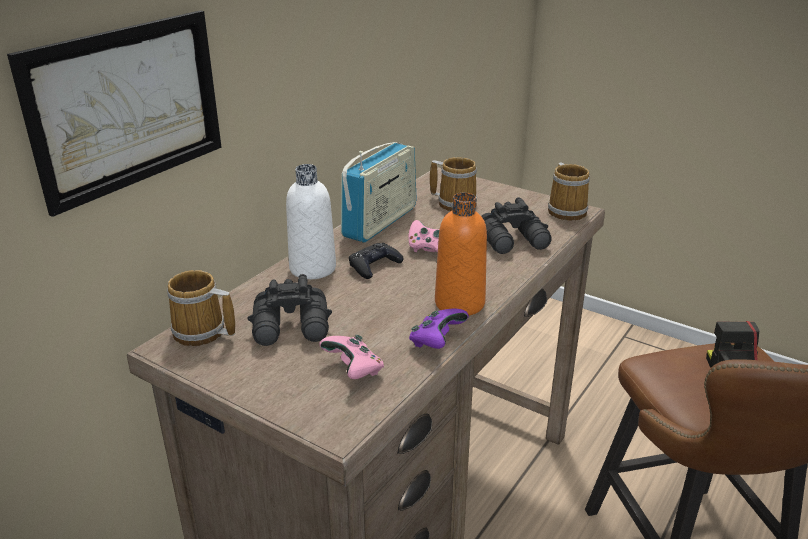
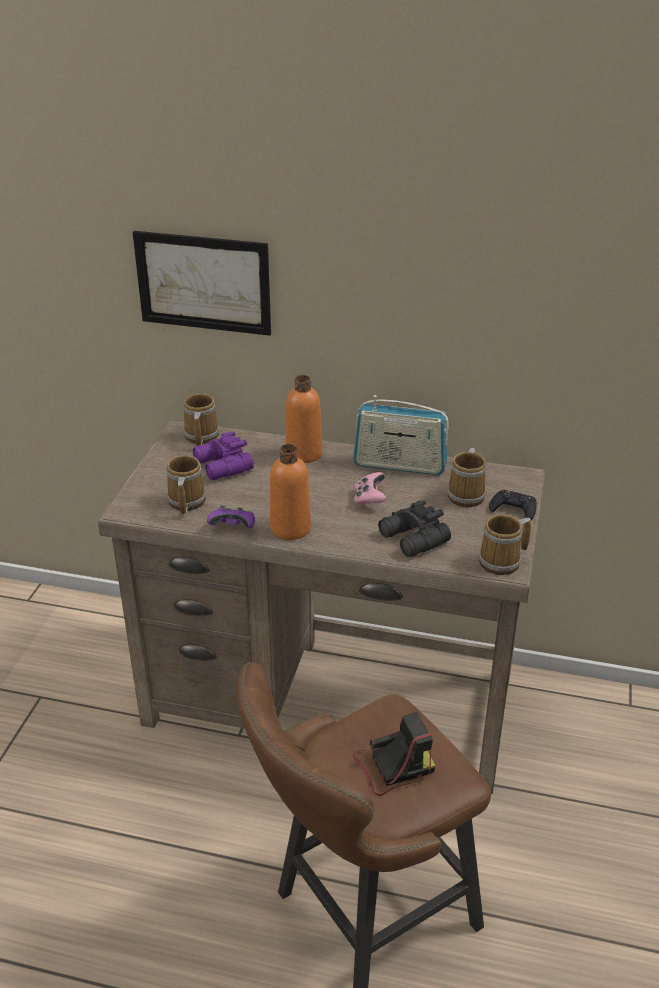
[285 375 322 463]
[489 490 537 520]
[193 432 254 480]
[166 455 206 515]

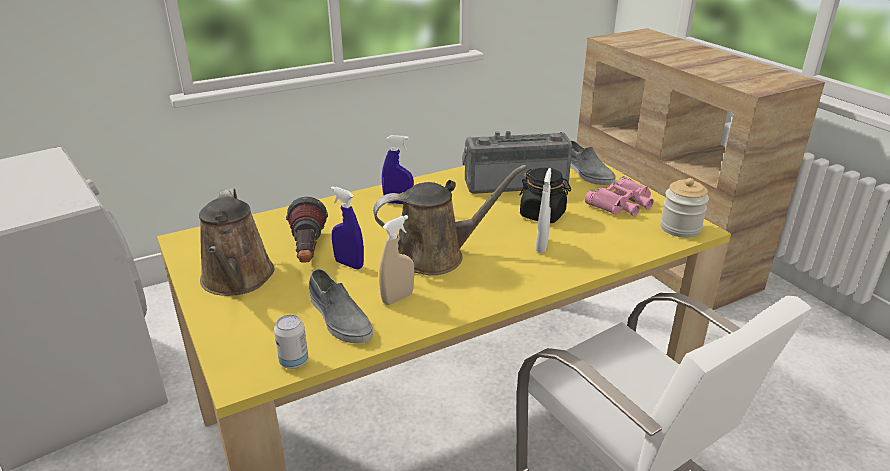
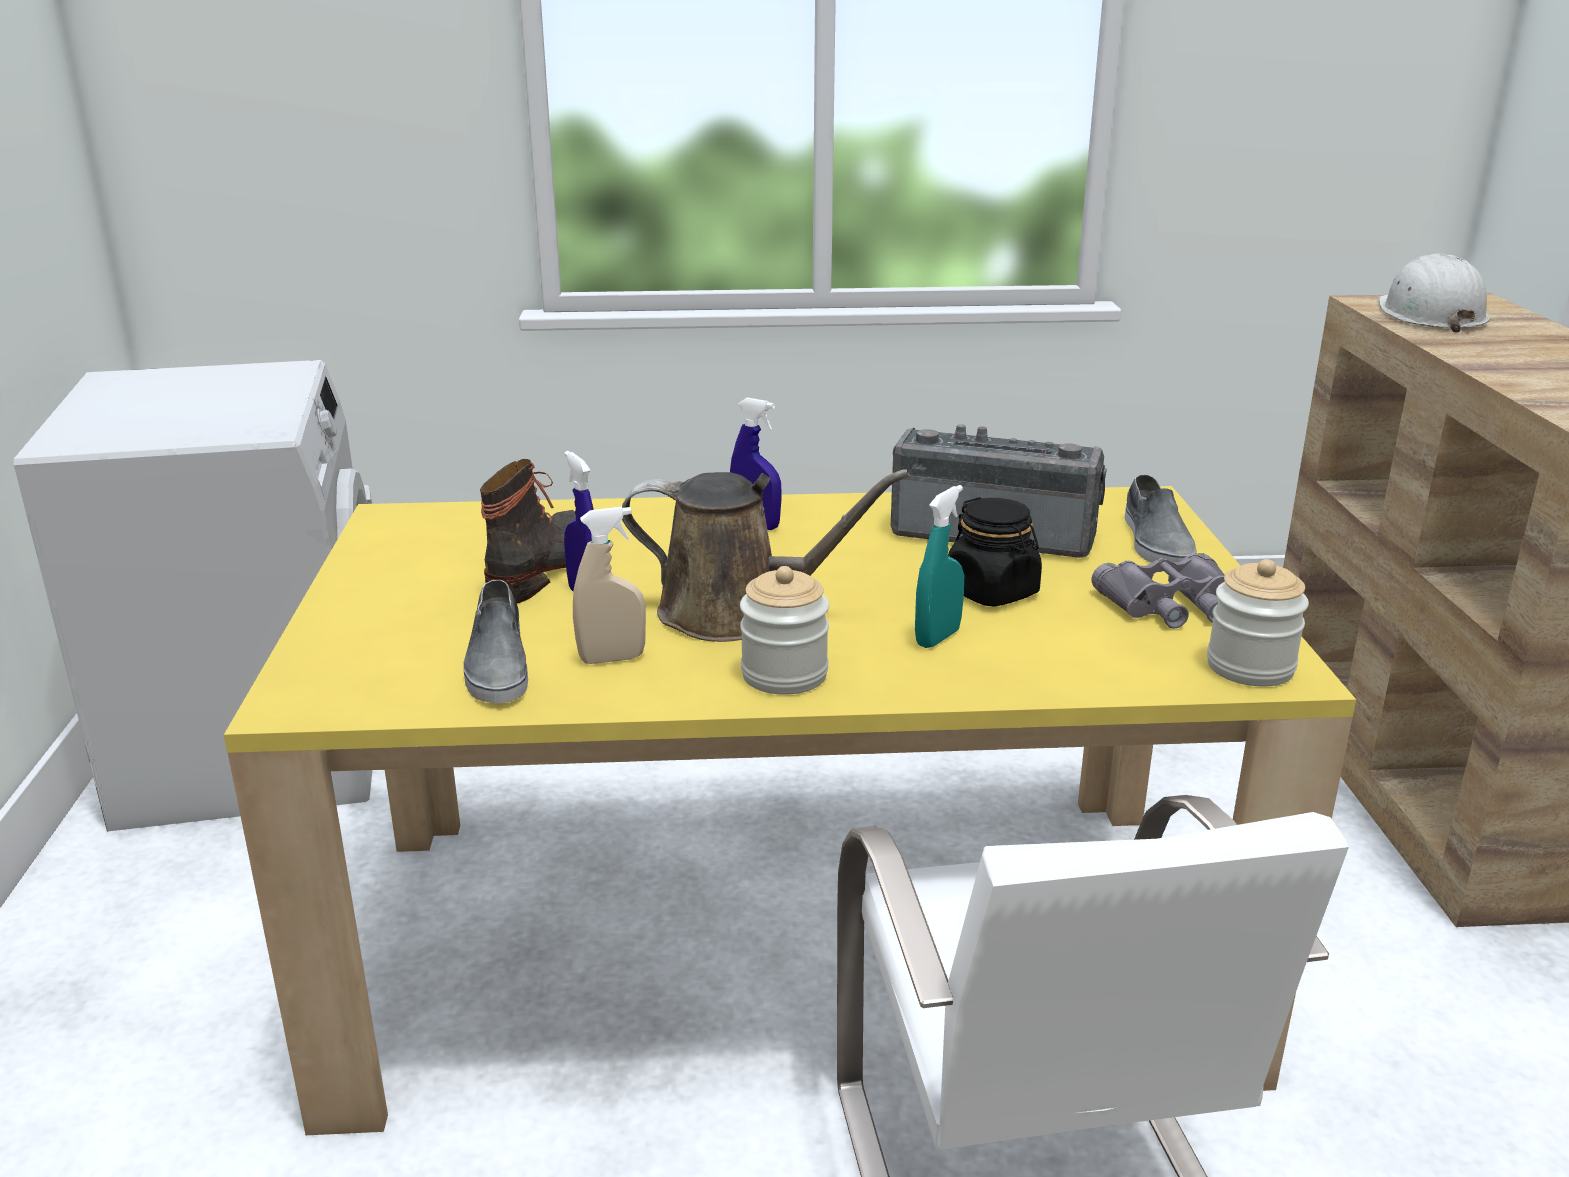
[915 485 964 648]
[1091 553 1225 628]
[199 188 275 296] (first image)
[480 459 576 603]
[274 315 308 369] (first image)
[1379 253 1490 333]
[740 566 829 695]

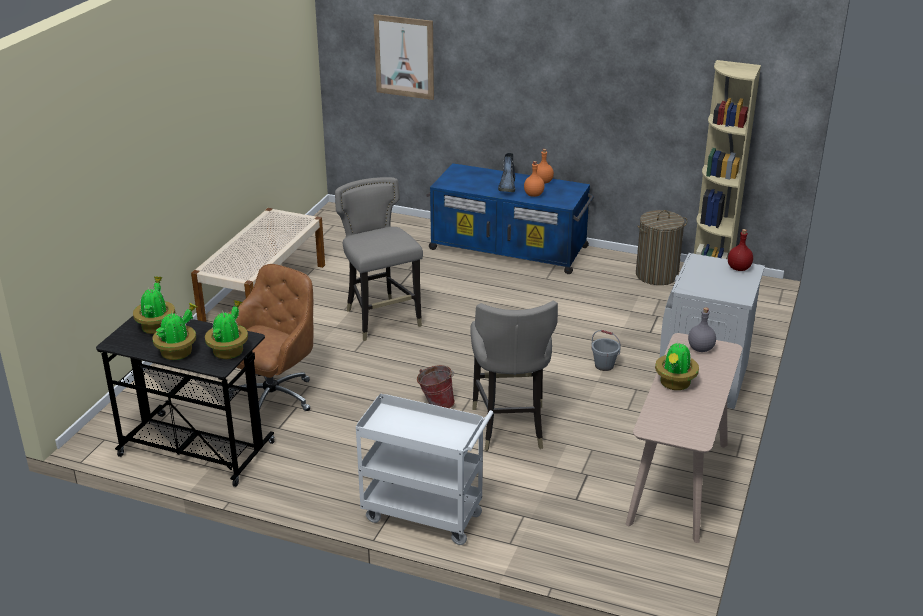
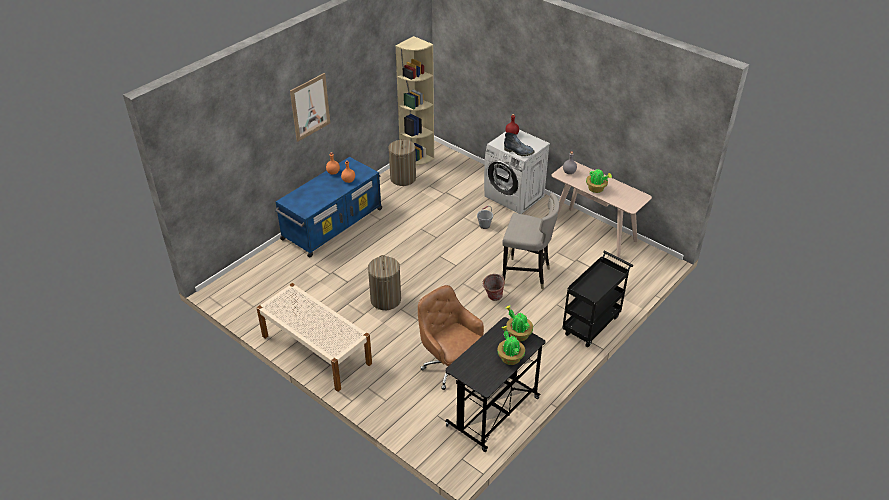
[290 73 330 142]
[504 132 535 156]
[368 255 401 310]
[133 276 175 334] (first image)
[562 251 633 347]

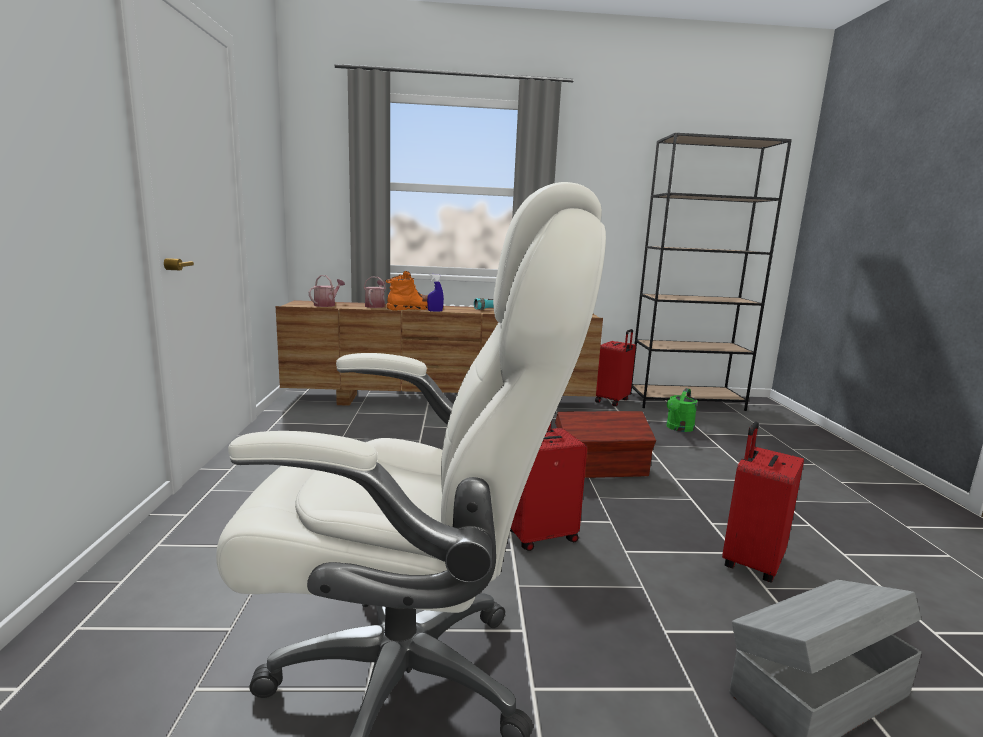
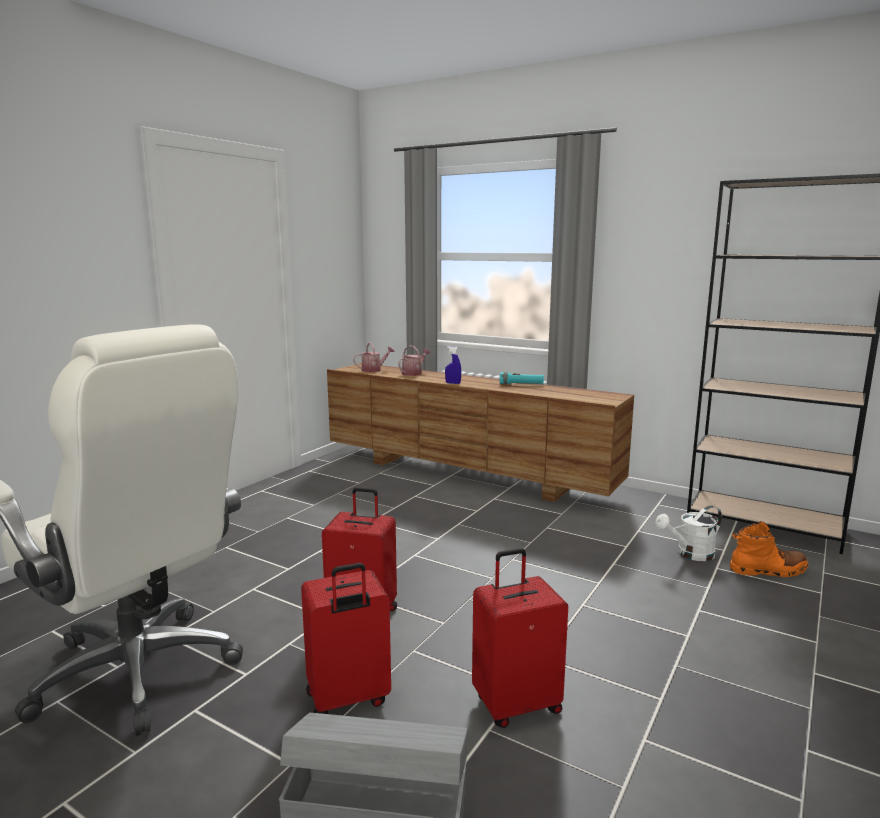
[730 521 808 577]
[301 563 391 714]
[655 505 722 561]
[555 411 656 478] (first image)

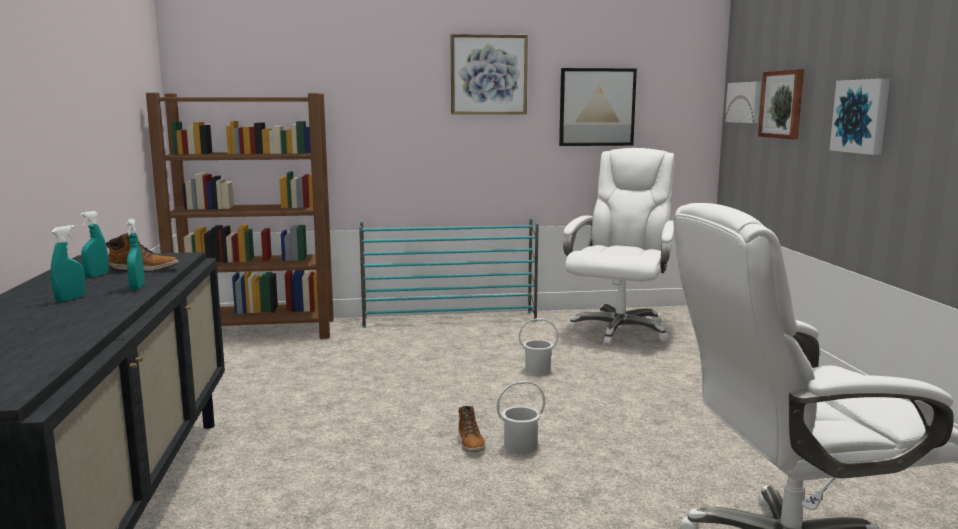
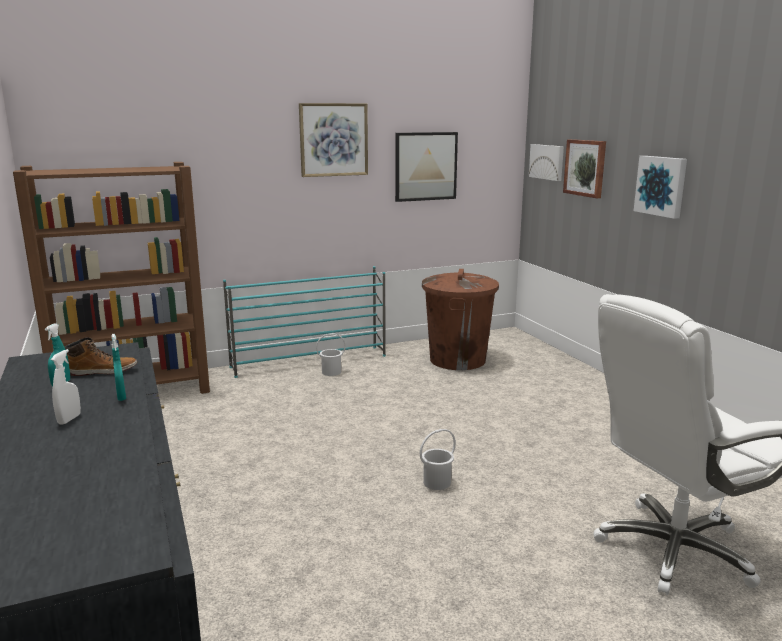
[422 269 499 370]
[51 349 81 425]
[316 333 346 376]
[459 406 485 452] (first image)

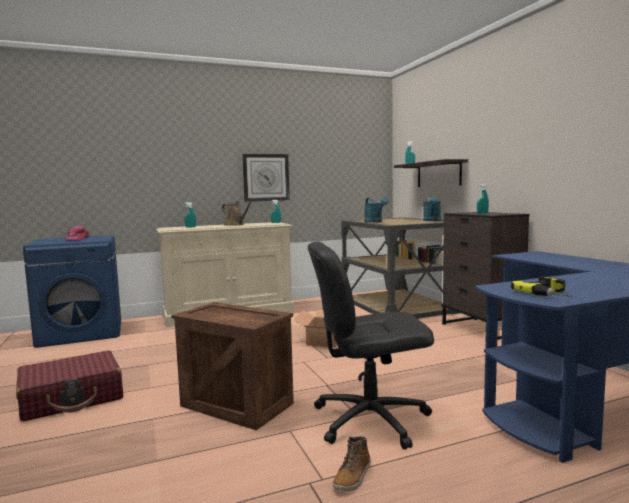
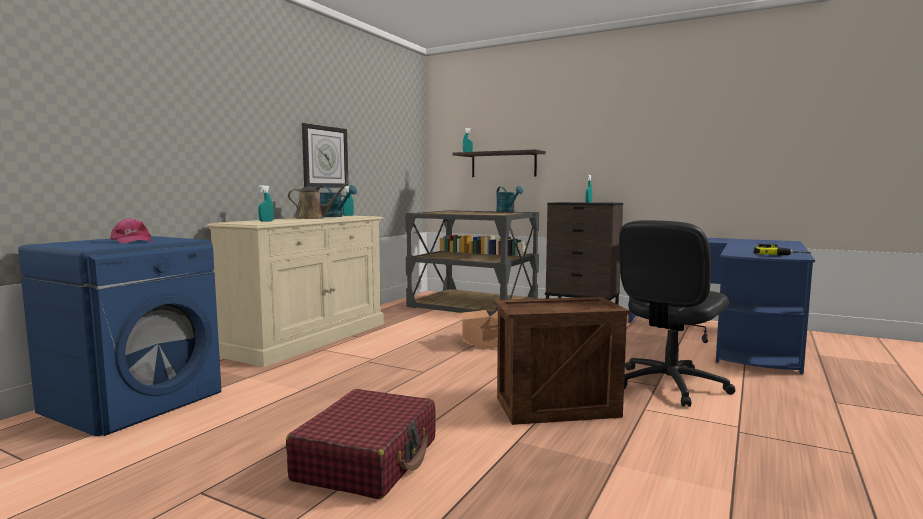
[318 185 357 217]
[333 437 371 491] (first image)

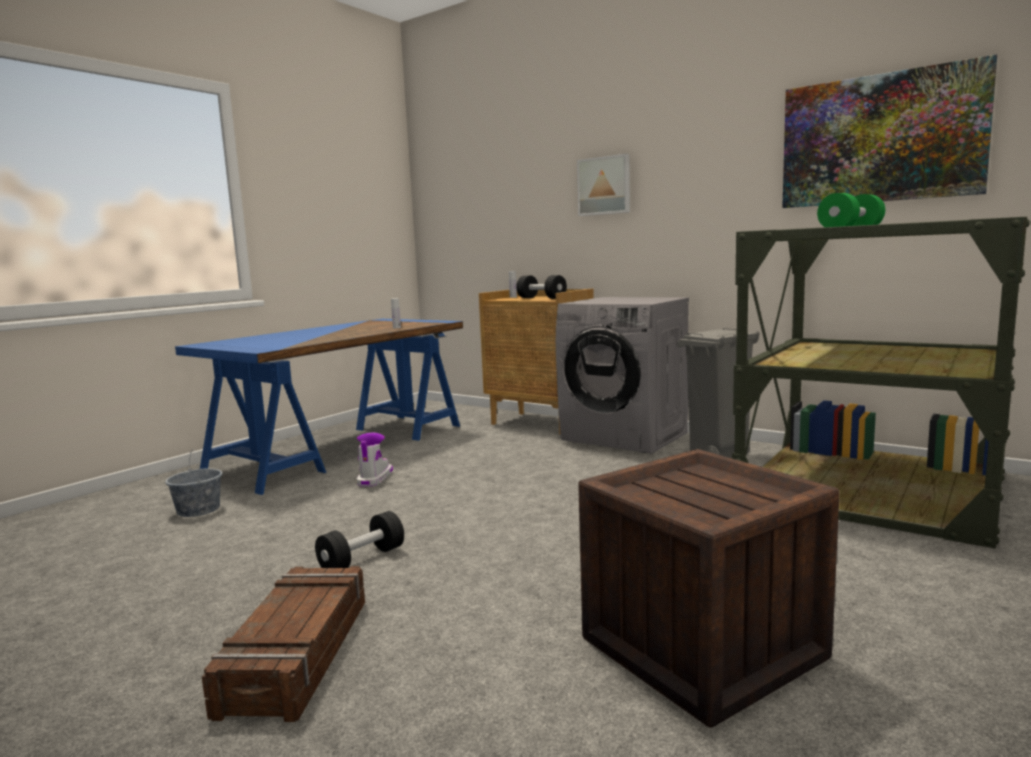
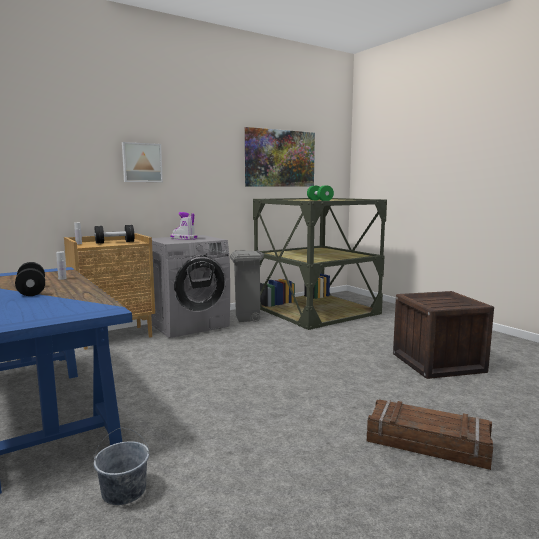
[170 212 197 240]
[15 262 45 296]

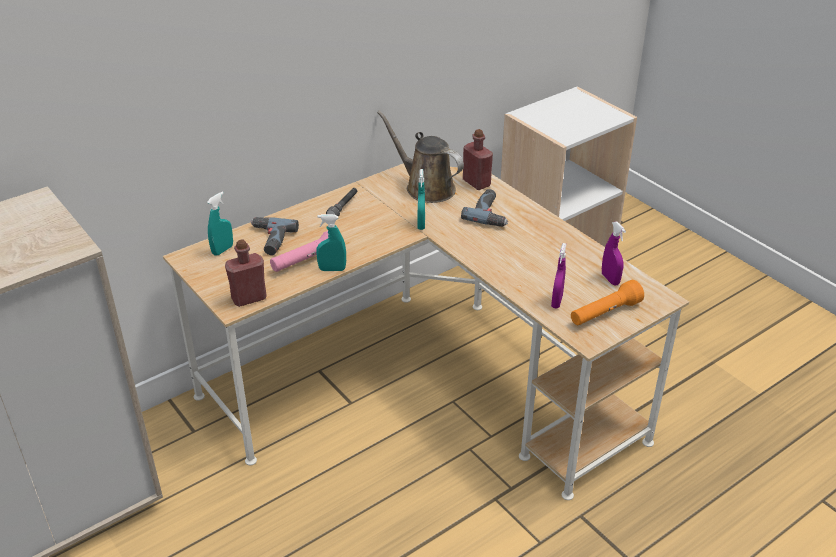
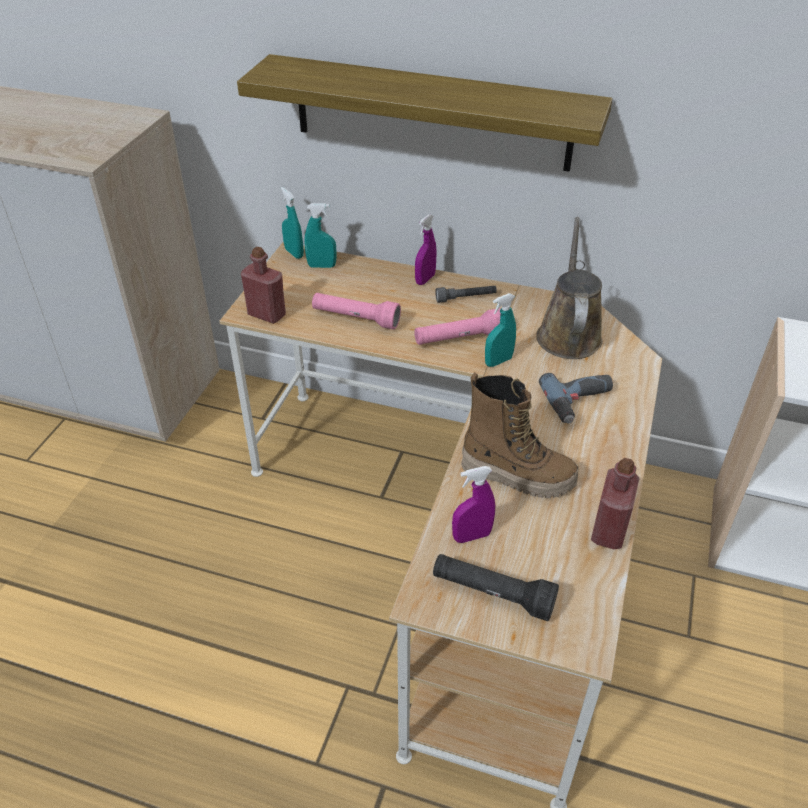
[591 458 639 549]
[281 187 304 259]
[251 217 299 255] (first image)
[415 214 437 285]
[433 554 559 621]
[237 54 613 172]
[414 308 501 345]
[461 372 579 498]

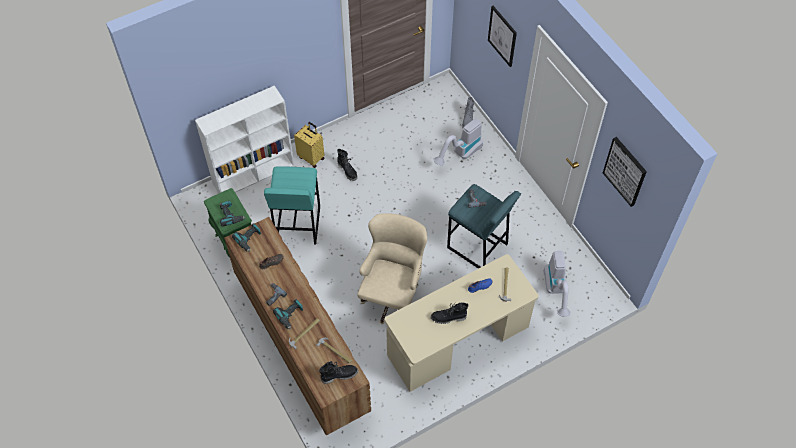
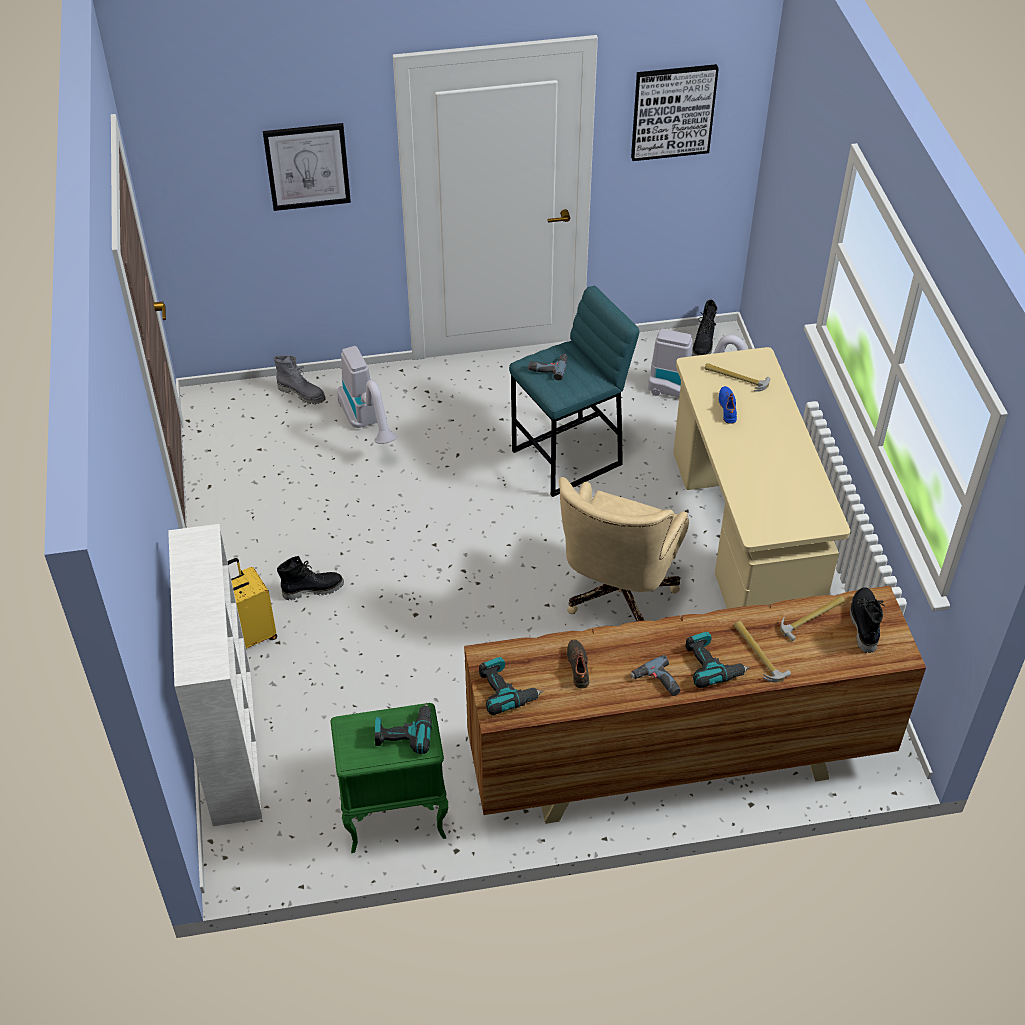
[264 166 320 244] (first image)
[559 477 689 621]
[692 300 717 356]

